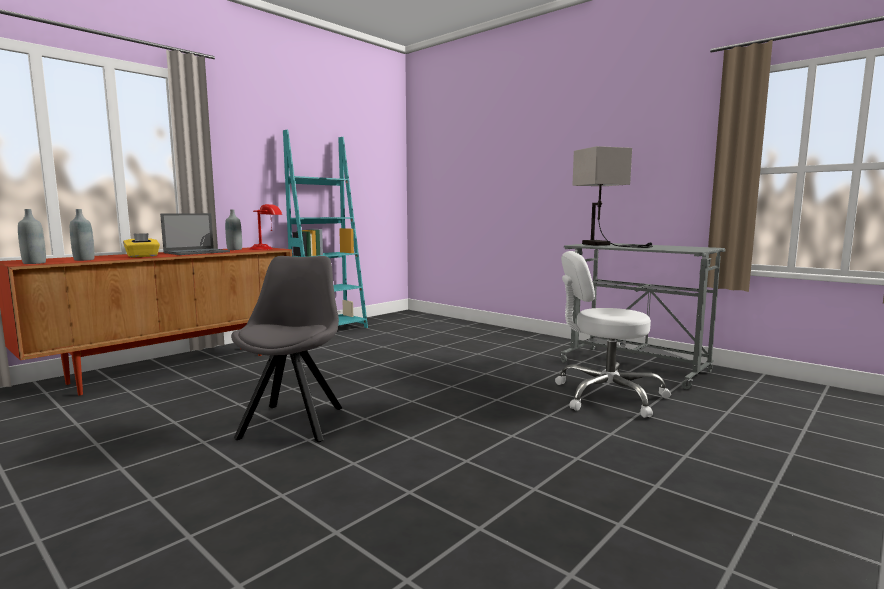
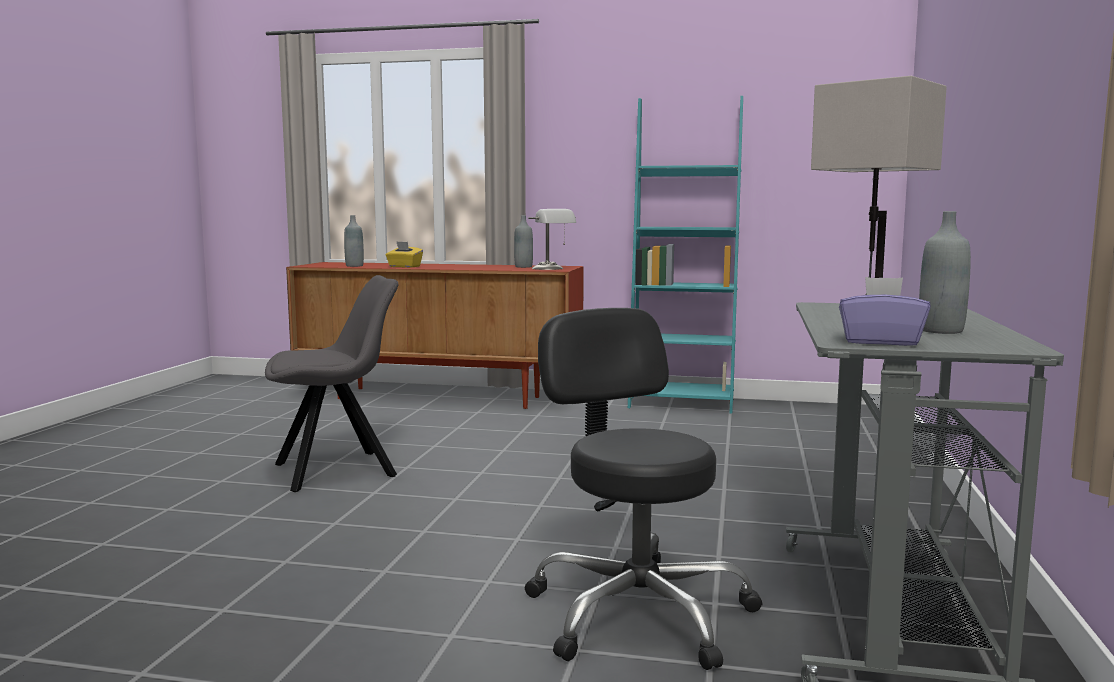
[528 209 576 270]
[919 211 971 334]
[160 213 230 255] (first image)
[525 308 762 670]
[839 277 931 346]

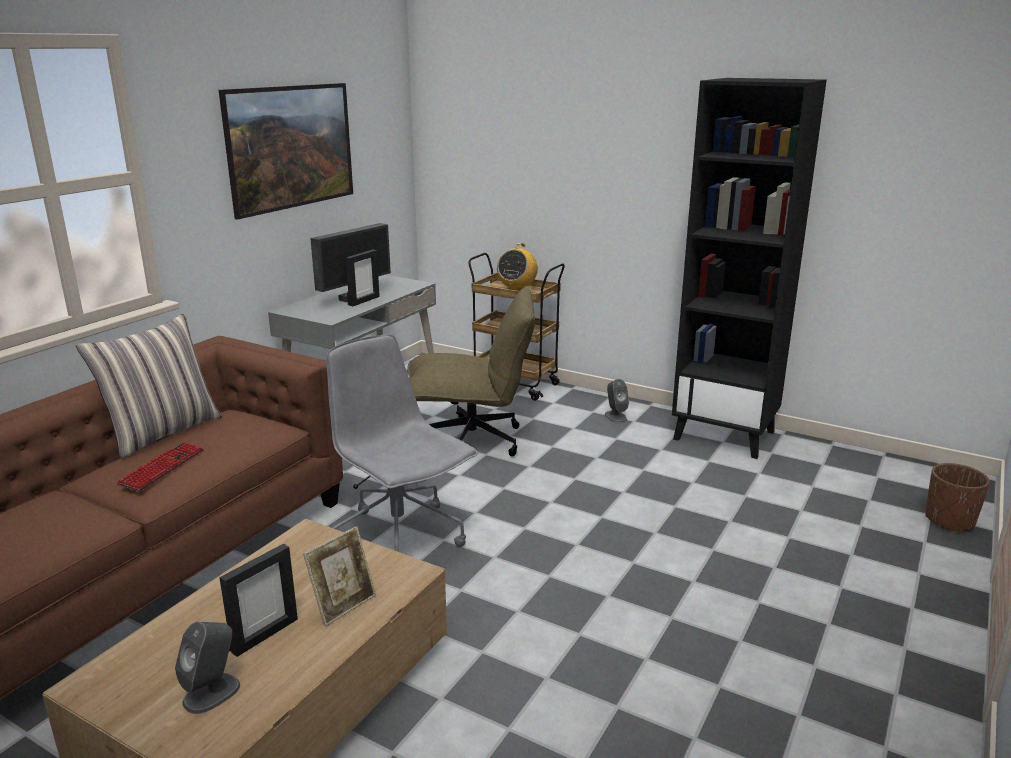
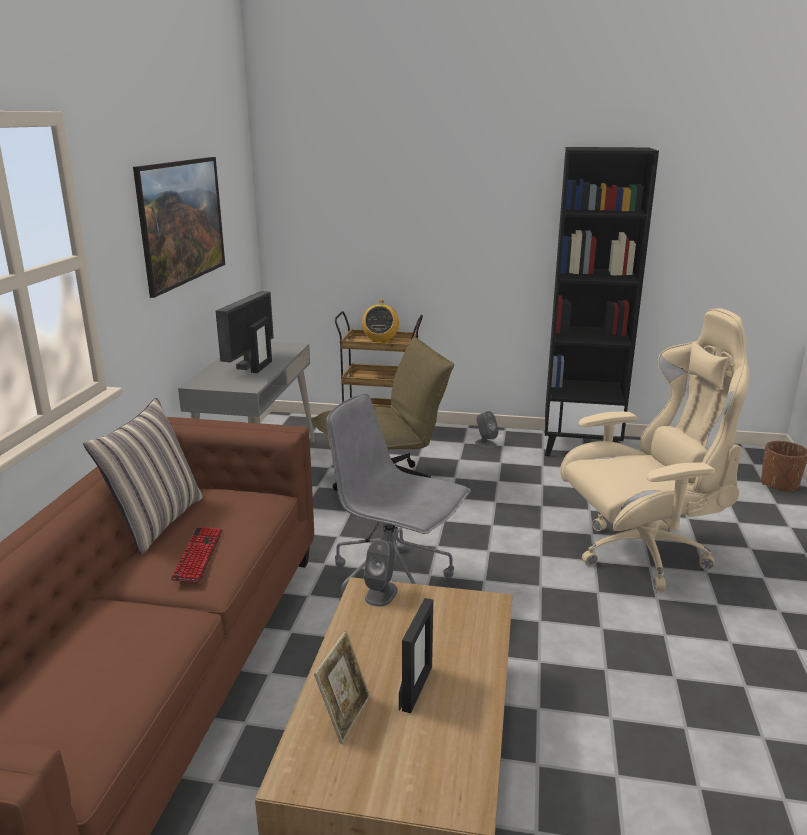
[314 630 370 744]
[364 540 398 607]
[560 308 749 592]

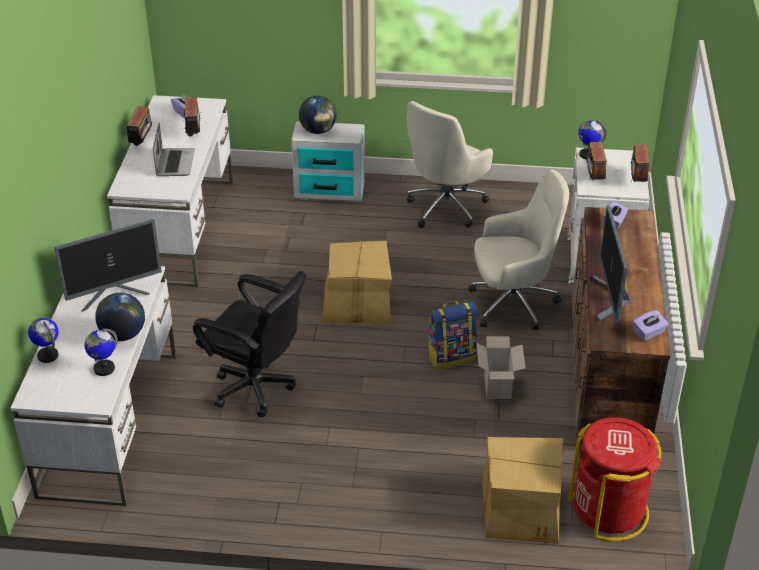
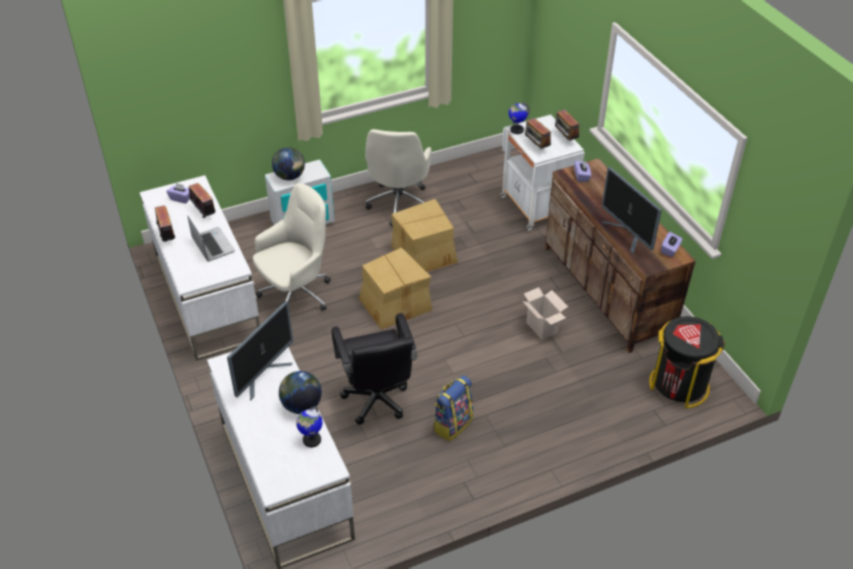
[253 183 331 311]
[331 313 417 425]
[433 375 473 441]
[28 317 59 363] (first image)
[649 316 725 408]
[391 199 458 272]

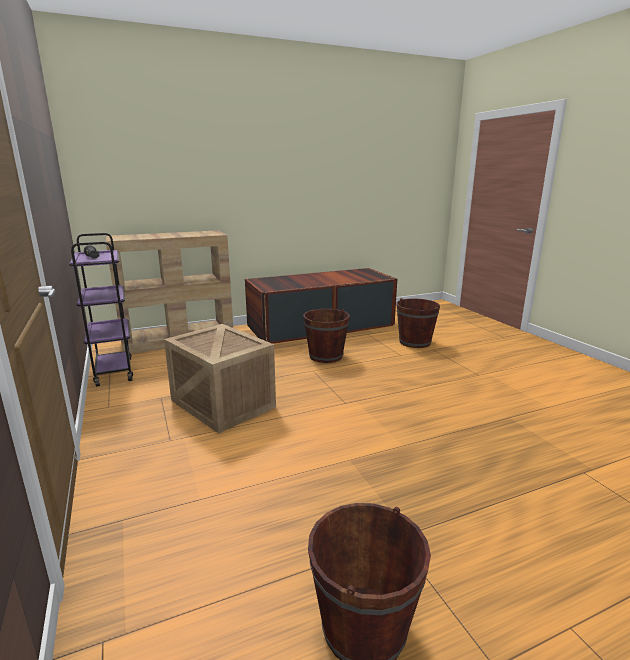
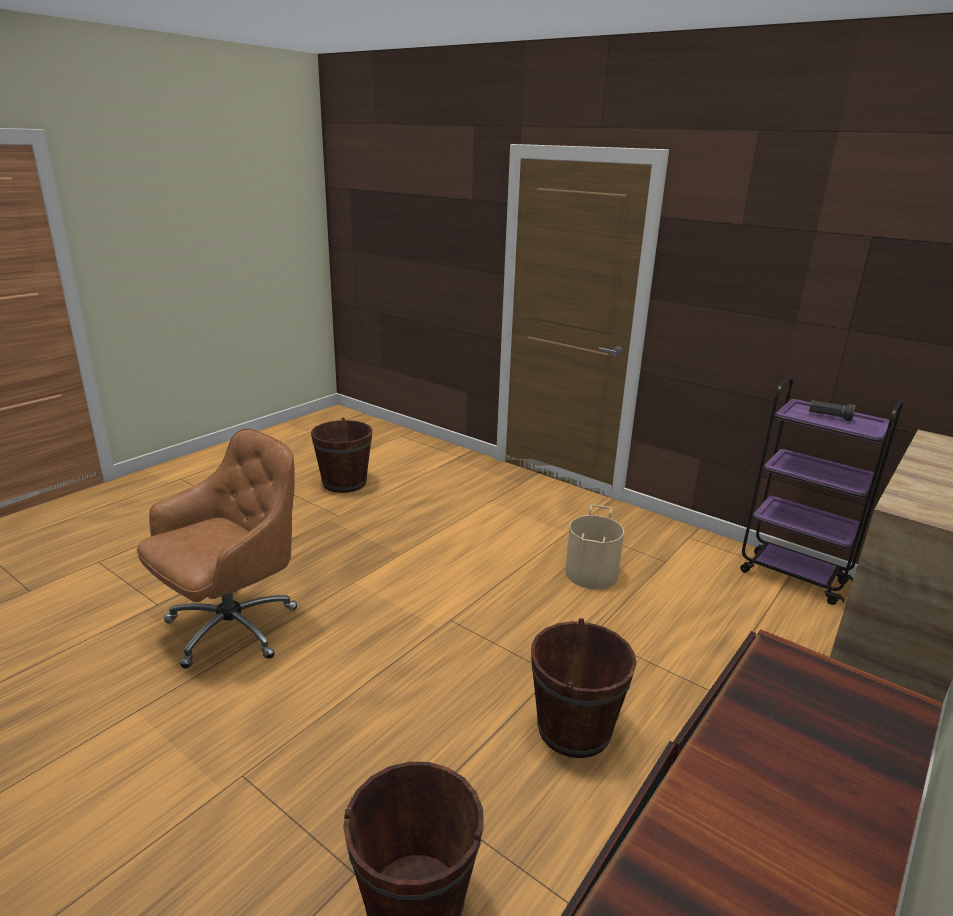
[565 505 624 589]
[137 428 297 668]

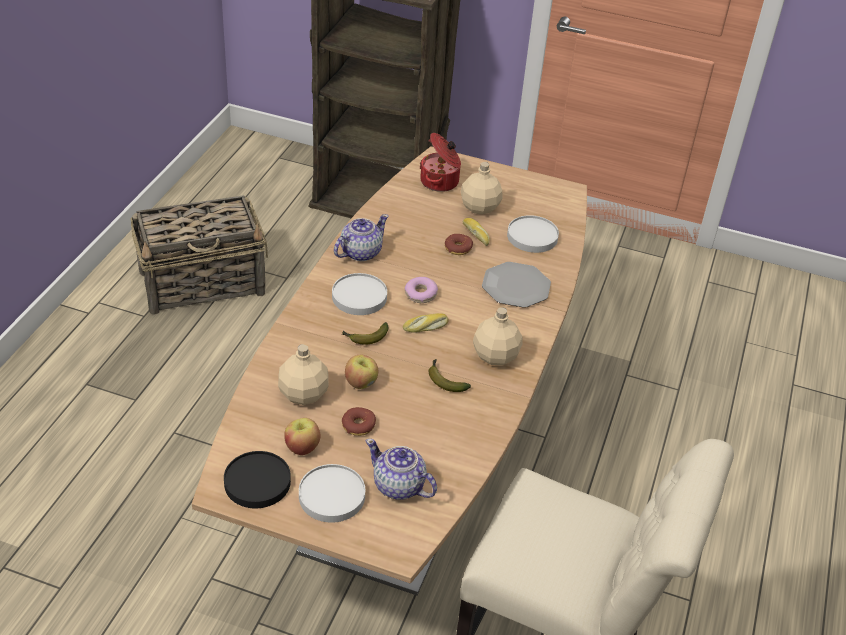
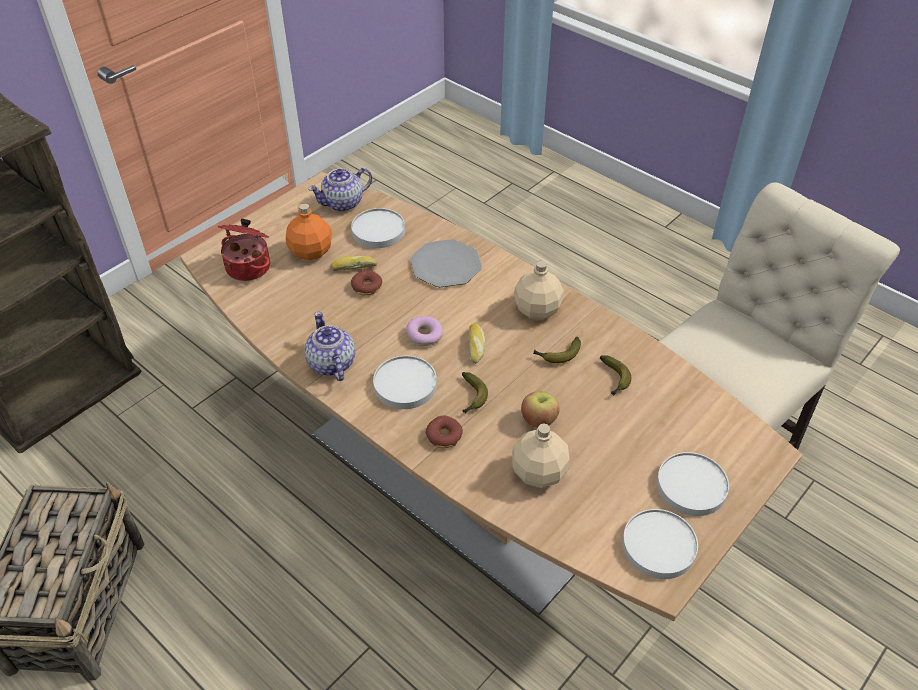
[286 203 332 260]
[425 416 463 448]
[284 418 321 455] (first image)
[308 168 372 212]
[622 509 698 579]
[600 355 631 396]

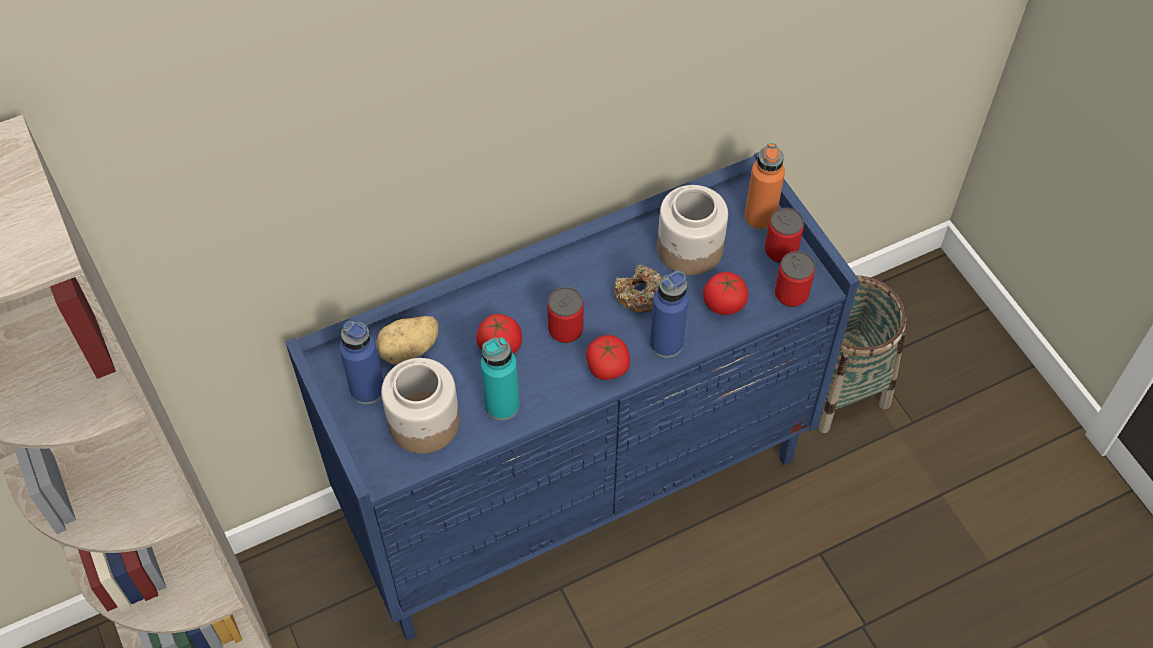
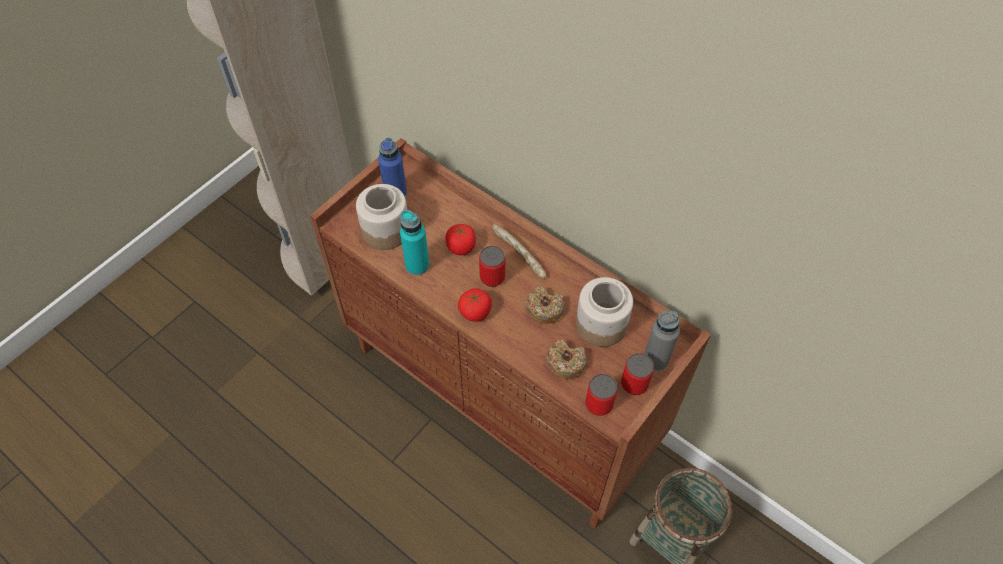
[644 310 680 371]
[310 138 711 529]
[650 270 688 358] (first image)
[546 339 587 379]
[376 316 439 364] (first image)
[492 224 546 279]

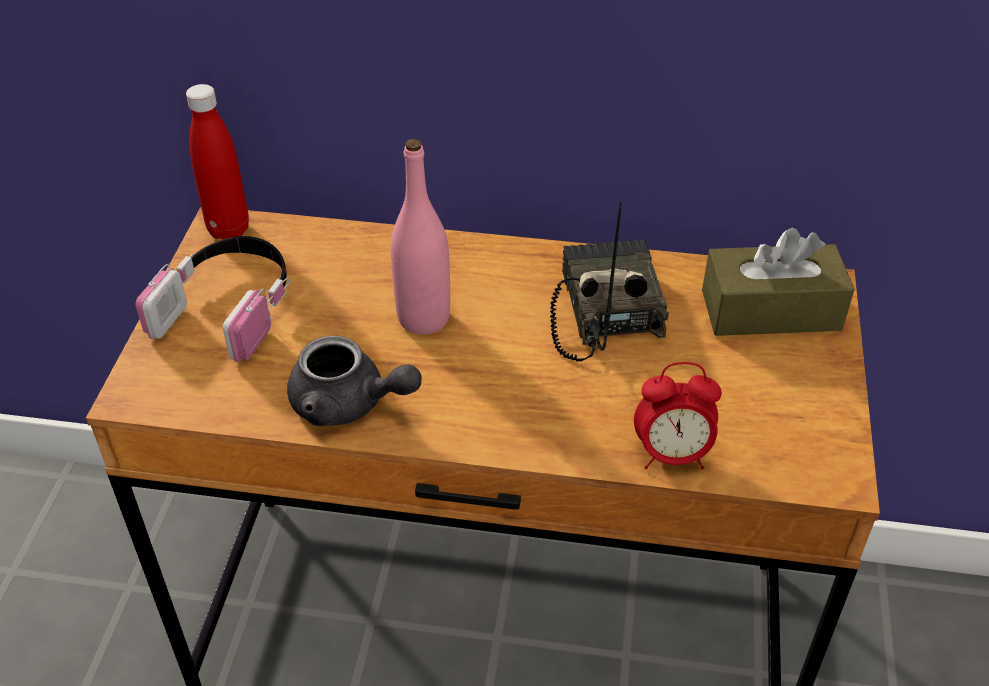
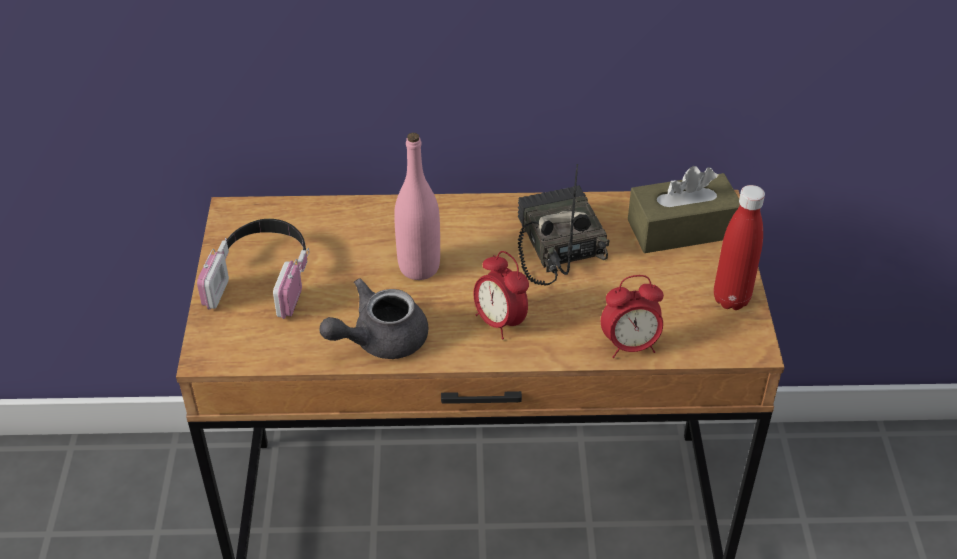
[714 185 765 310]
[320 278 428 359]
[474 251 529 340]

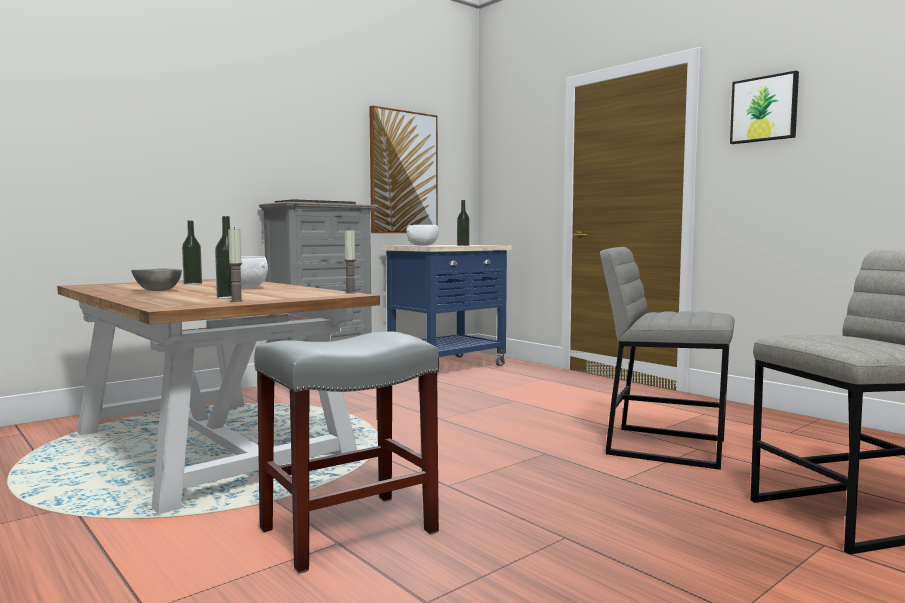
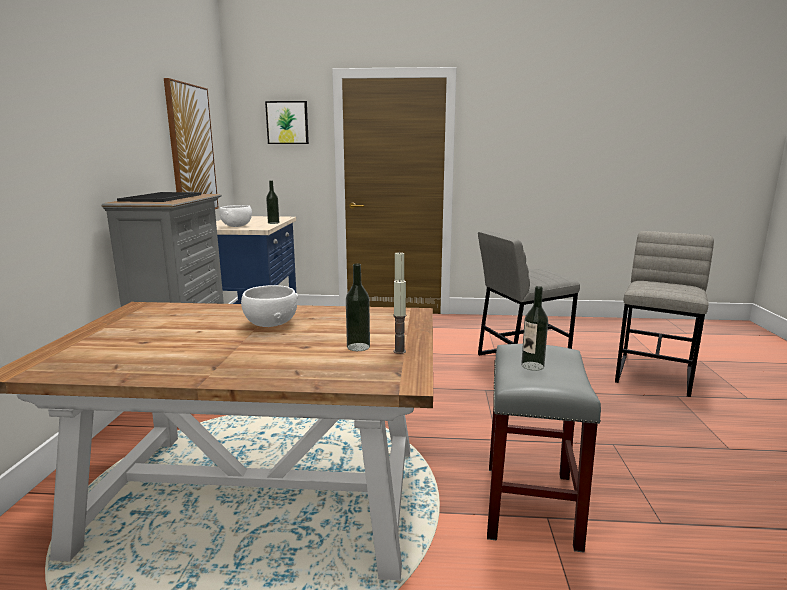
[265 101 309 144]
[521 286 548 371]
[131 268 182 291] (first image)

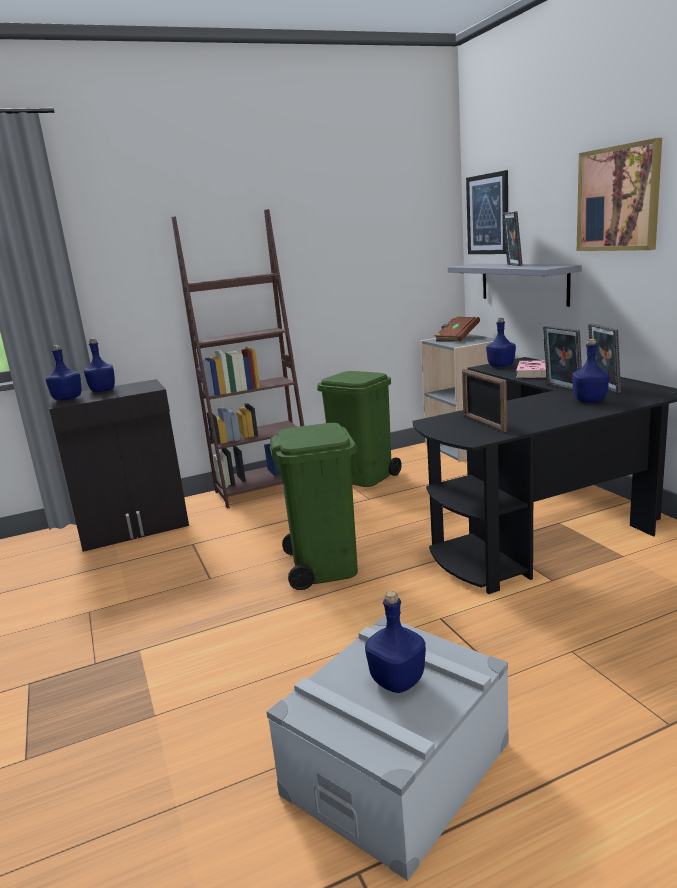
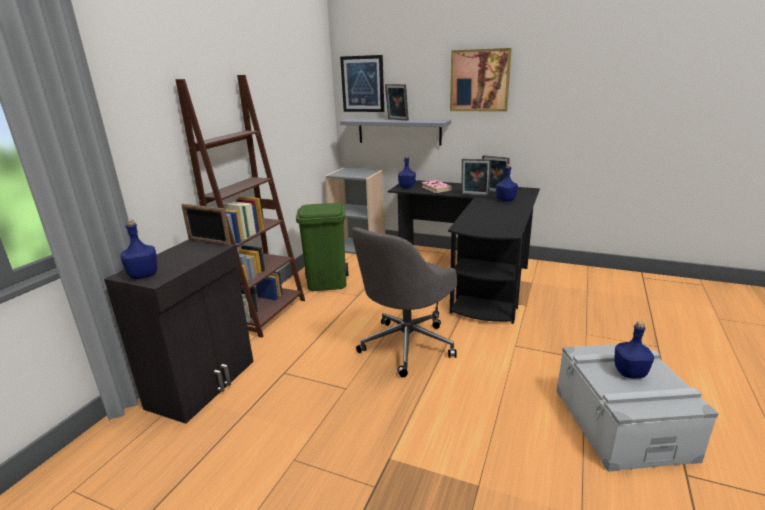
[435 316 480 342] (first image)
[84 338 115 392] (first image)
[181 204 231 246]
[352 227 457 377]

